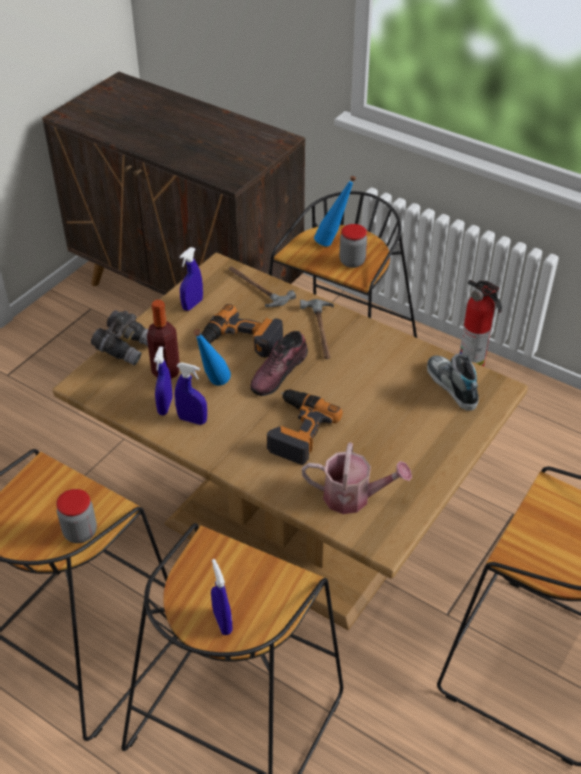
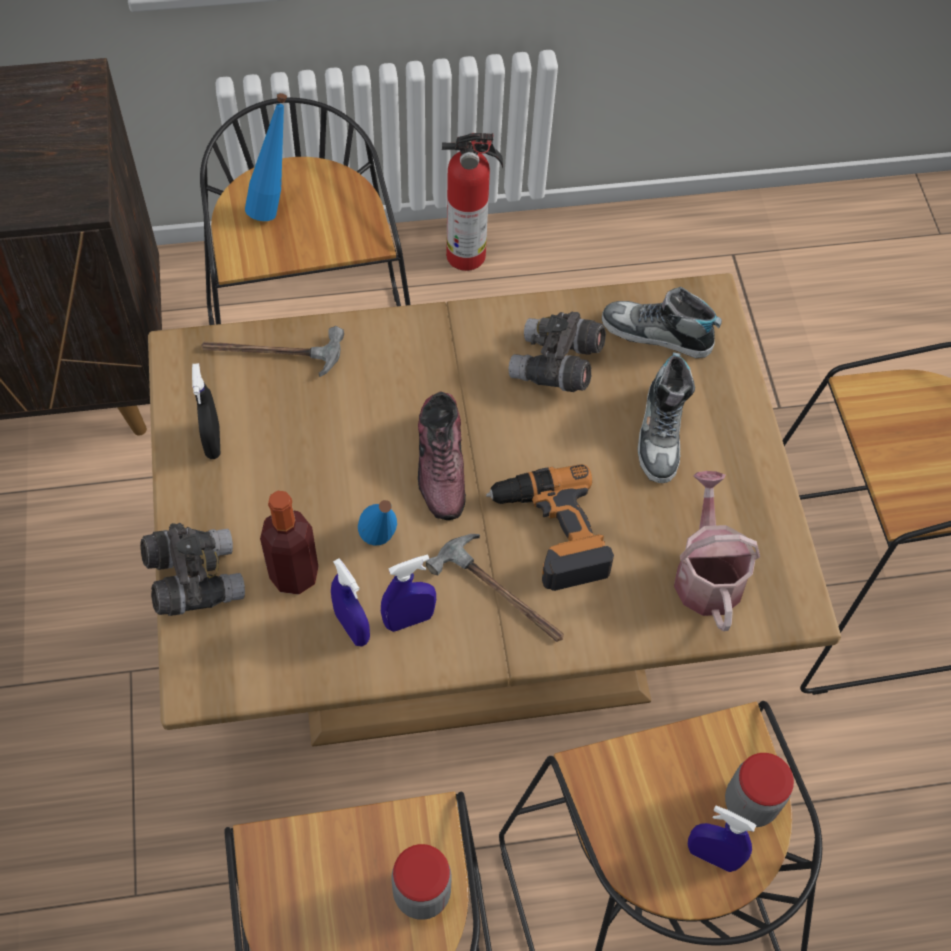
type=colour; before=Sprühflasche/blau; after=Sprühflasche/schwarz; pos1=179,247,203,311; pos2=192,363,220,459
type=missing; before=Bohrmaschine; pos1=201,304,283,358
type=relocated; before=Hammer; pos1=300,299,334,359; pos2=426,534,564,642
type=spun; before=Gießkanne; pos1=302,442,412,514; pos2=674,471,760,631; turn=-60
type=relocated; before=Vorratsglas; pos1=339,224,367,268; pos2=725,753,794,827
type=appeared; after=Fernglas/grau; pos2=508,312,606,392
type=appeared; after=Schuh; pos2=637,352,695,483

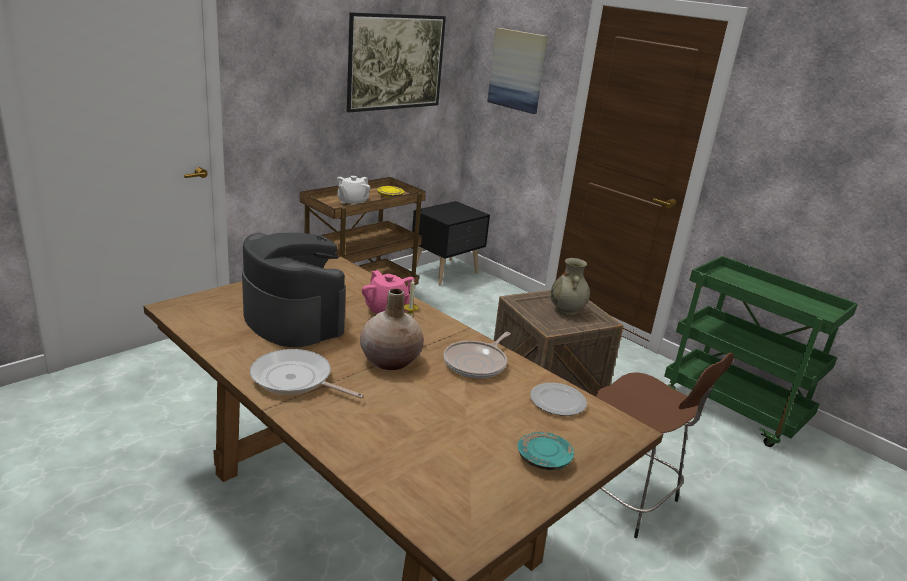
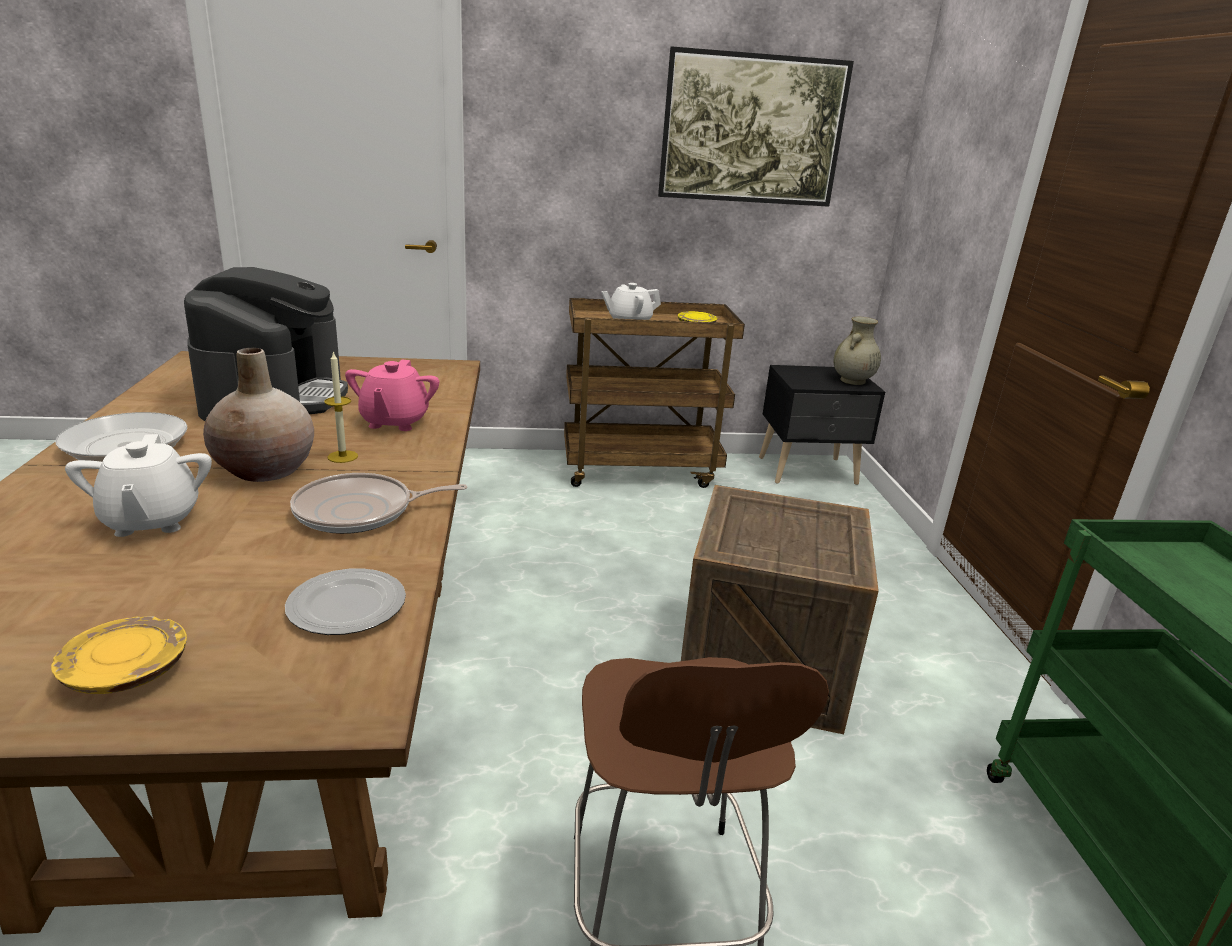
type=missing; before=Bild; pos1=487,28,548,114
type=colour; before=Teller/türkis; after=Teller/gelb; pos1=518,432,574,470; pos2=51,616,187,694
type=relocated; before=Vase/beige; pos1=551,258,590,315; pos2=833,317,881,385
type=appeared; after=Teekanne/weiß; pos2=65,434,212,537

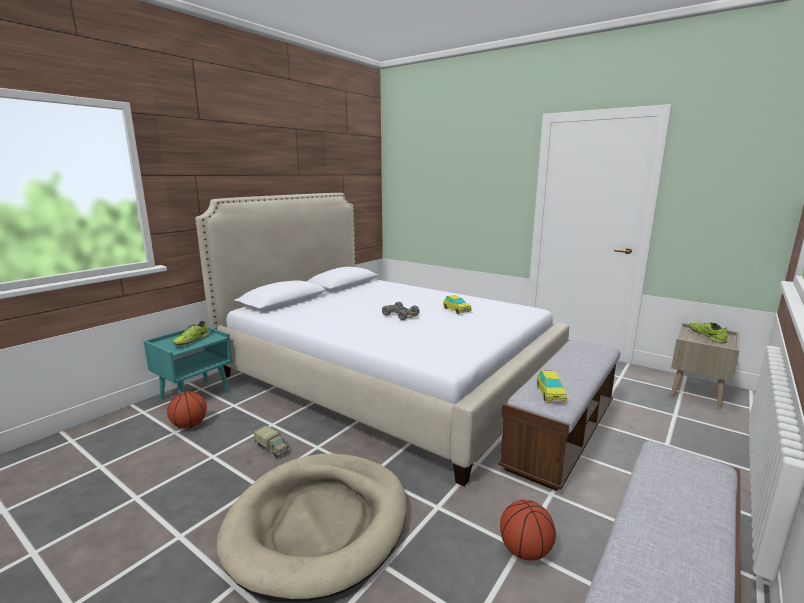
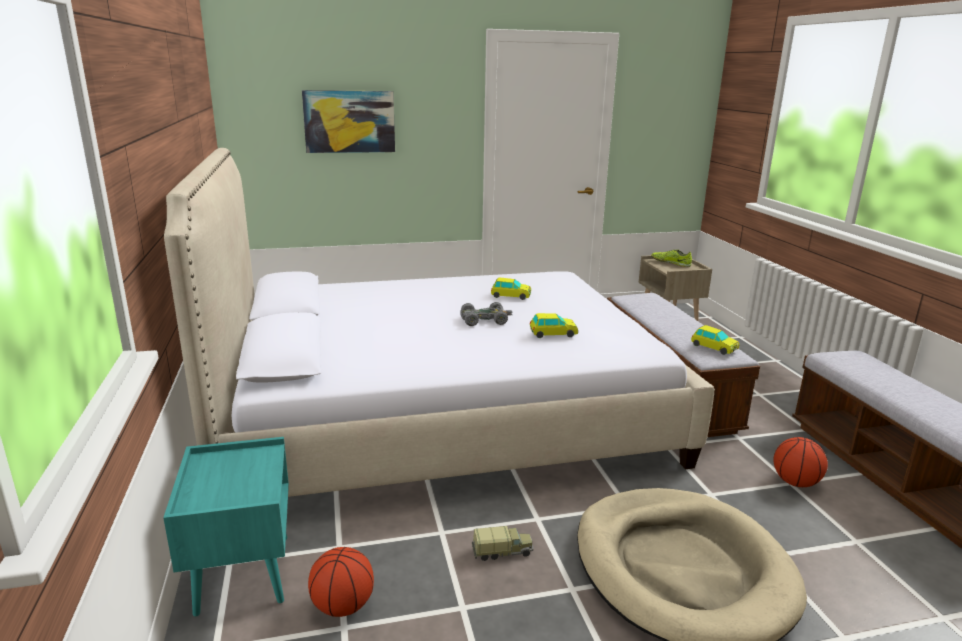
type=missing; before=Schuh; pos1=173,321,209,345
type=appeared; after=Bild; pos2=302,90,395,153
type=appeared; after=Spielzeugauto; pos2=530,313,578,338

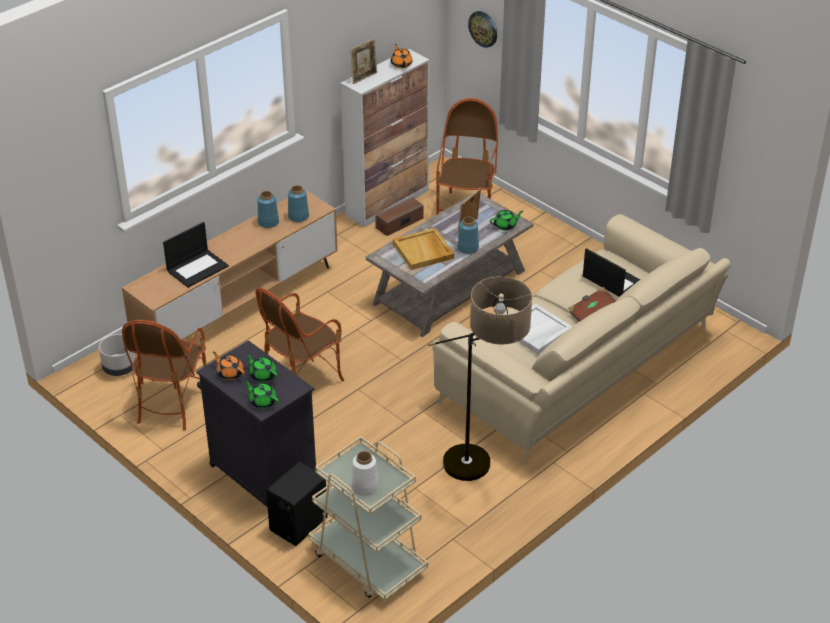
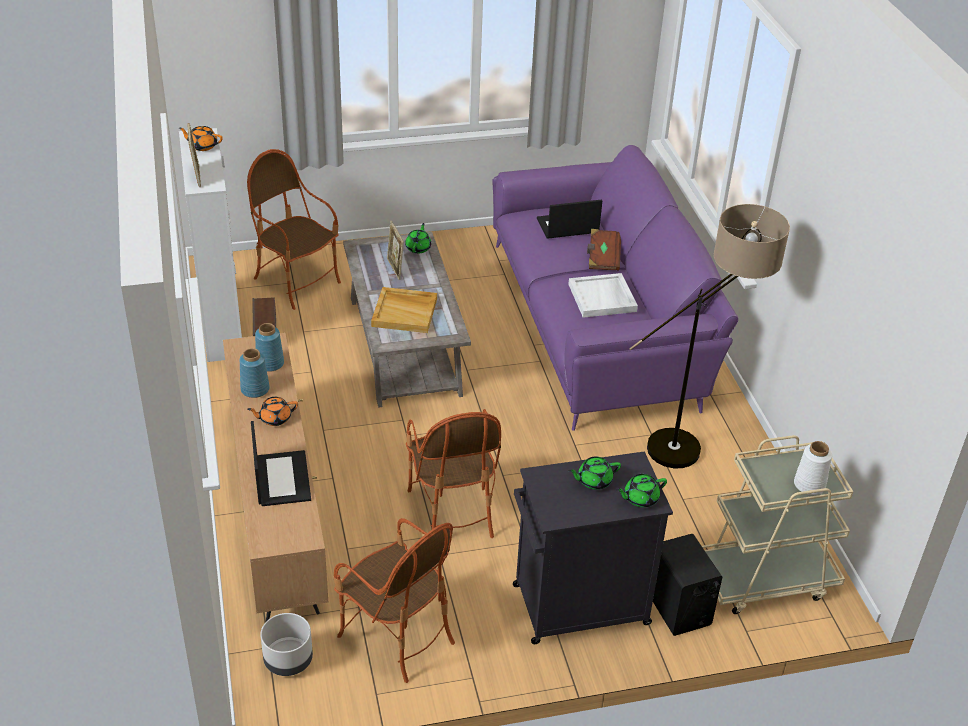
type=relocated; before=Teekanne/orange; pos1=213,352,245,380; pos2=247,397,298,426
type=colour; before=Sofa/beige; after=Sofa/lila; pos1=433,214,731,464; pos2=492,145,738,431
type=missing; before=Vase/blau; pos1=457,217,479,254
type=missing; before=Wanduhr; pos1=468,11,497,48

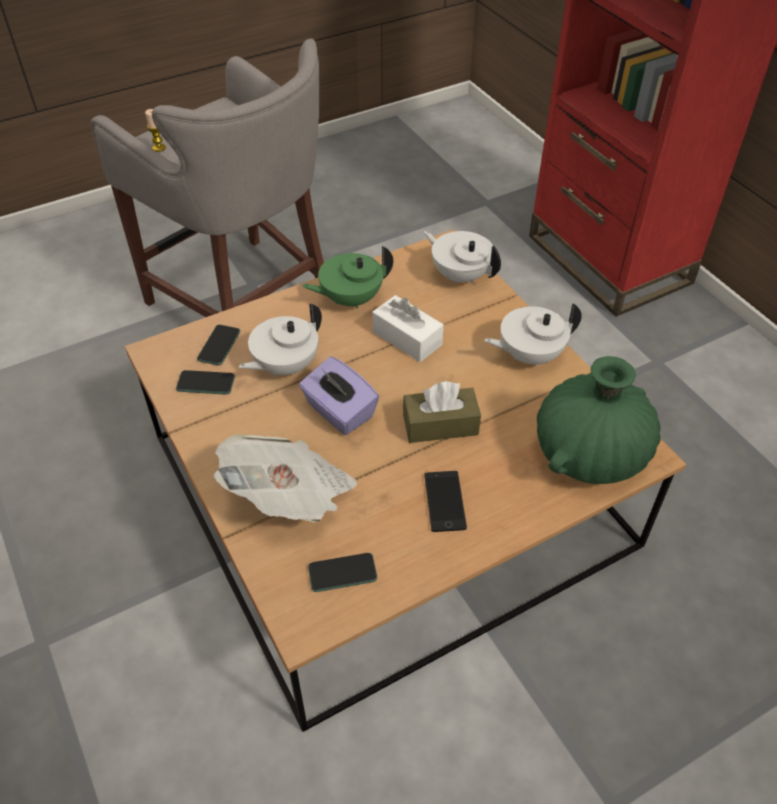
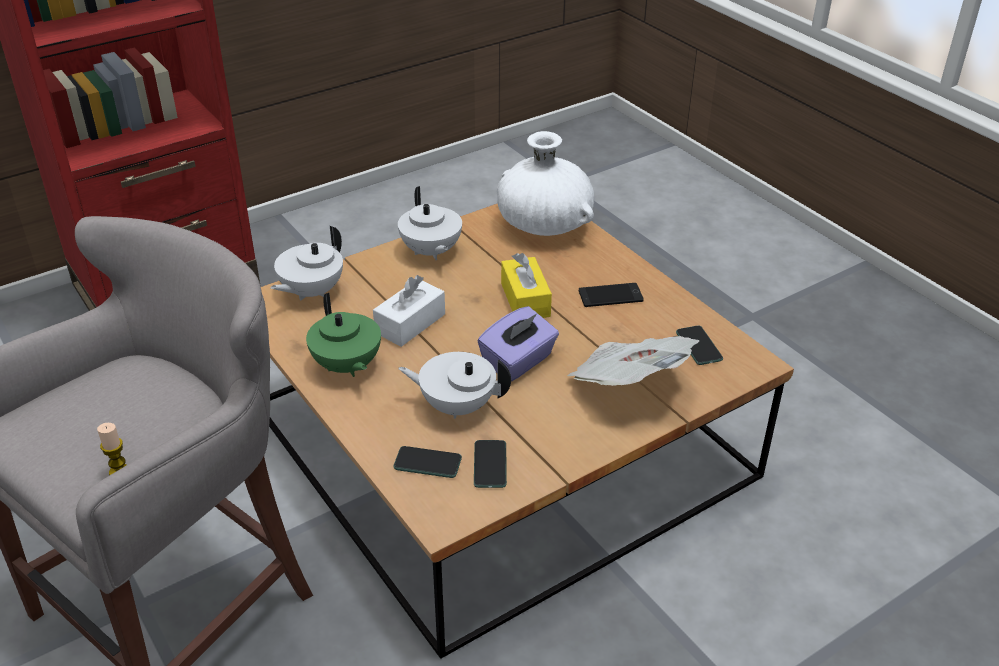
type=spun; before=Teekanne/weiß; pos1=239,303,322,375; pos2=398,352,511,419; turn=150
type=colour; before=Taschentuchbox/braun; after=Taschentuchbox/gelb; pos1=403,381,481,443; pos2=501,253,552,318
type=colour; before=Vase/grün; after=Vase/weiß; pos1=537,356,661,484; pos2=497,131,594,236

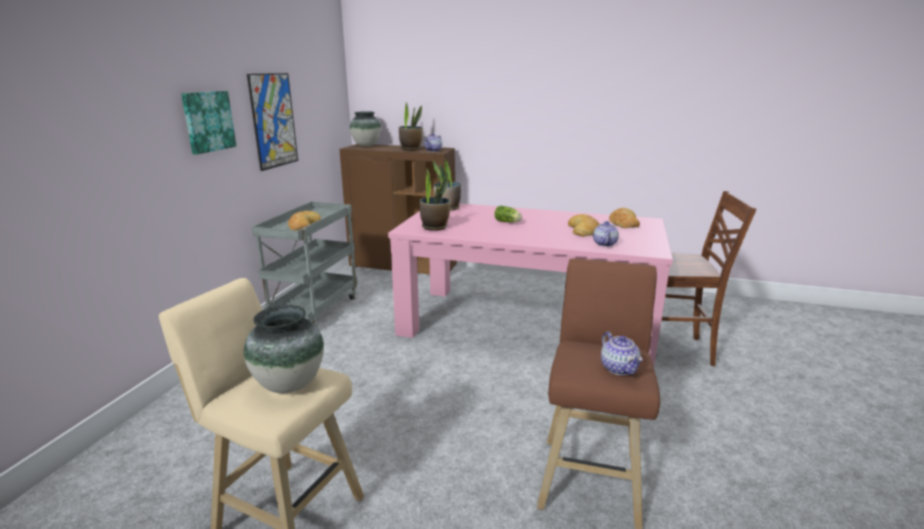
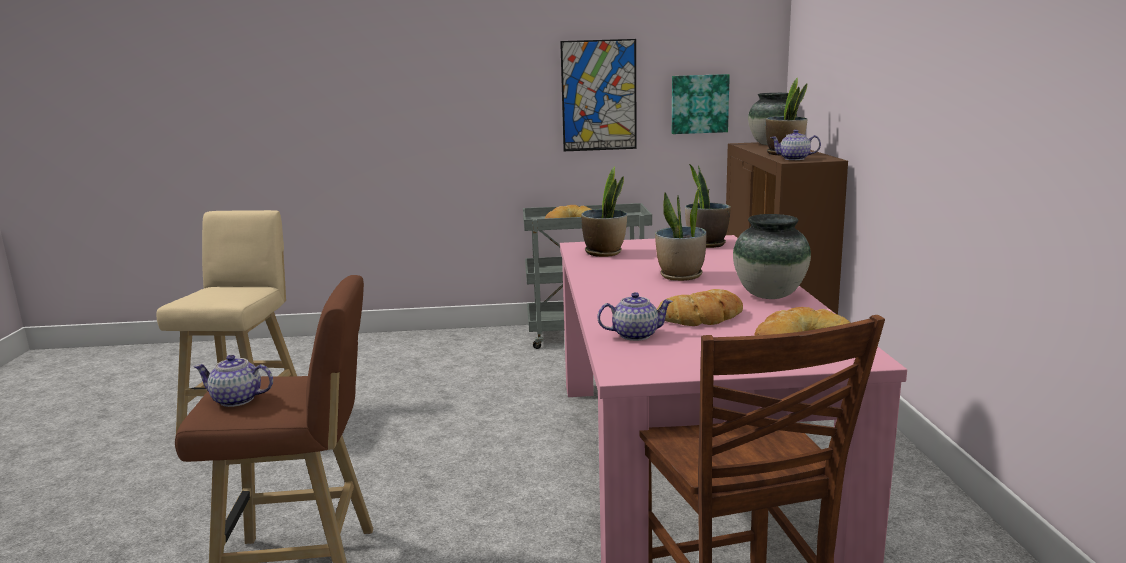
type=relocated; before=Bild; pos1=181,91,237,154; pos2=672,74,730,134
type=relocated; before=Vase; pos1=244,305,324,393; pos2=733,214,811,299
type=exchanged; before=Salatkopf; after=Topfpflanze; pos1=495,206,522,223; pos2=655,184,707,281
type=spun; before=Teekanne; pos1=601,331,643,375; pos2=194,355,273,407; turn=45

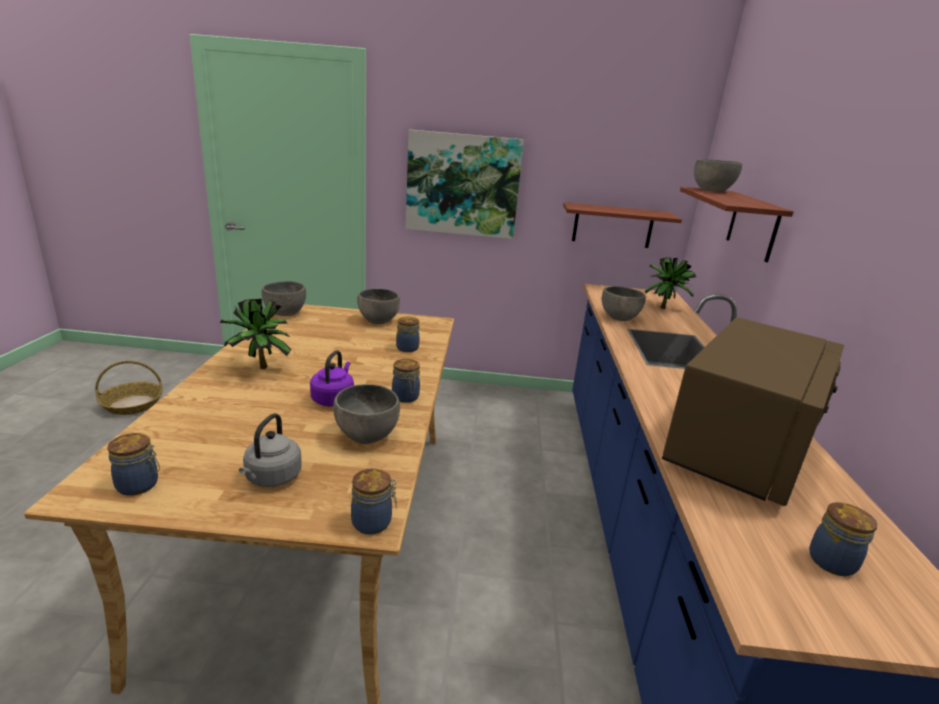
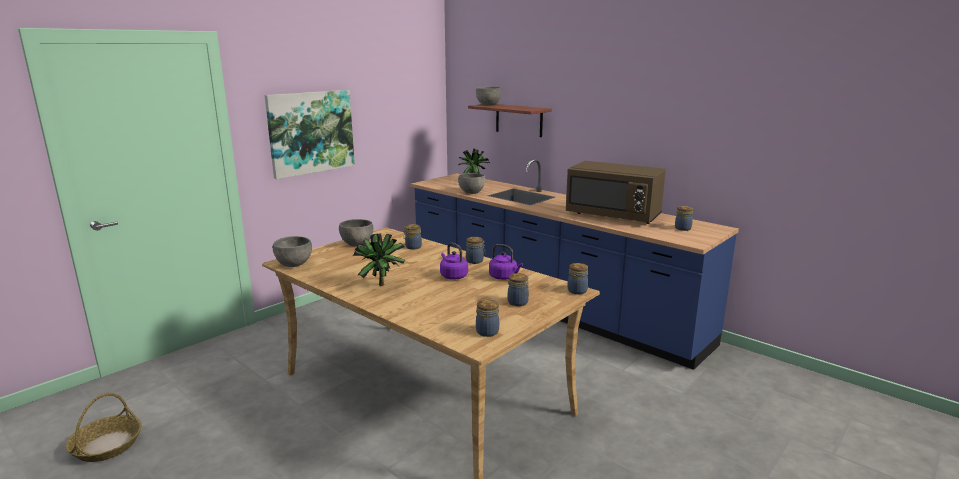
type=exchanged; before=Wasserkessel/grau; after=Vorratsglas; pos1=239,413,302,487; pos2=508,273,529,306
type=exchanged; before=Schüssel/grau; after=Wasserkessel/lila; pos1=333,384,400,444; pos2=489,244,523,280
type=missing; before=Wandregal; pos1=563,202,682,248
type=spun; before=Mikrowelle/braun; pos1=662,317,844,506; pos2=566,161,666,224; turn=135

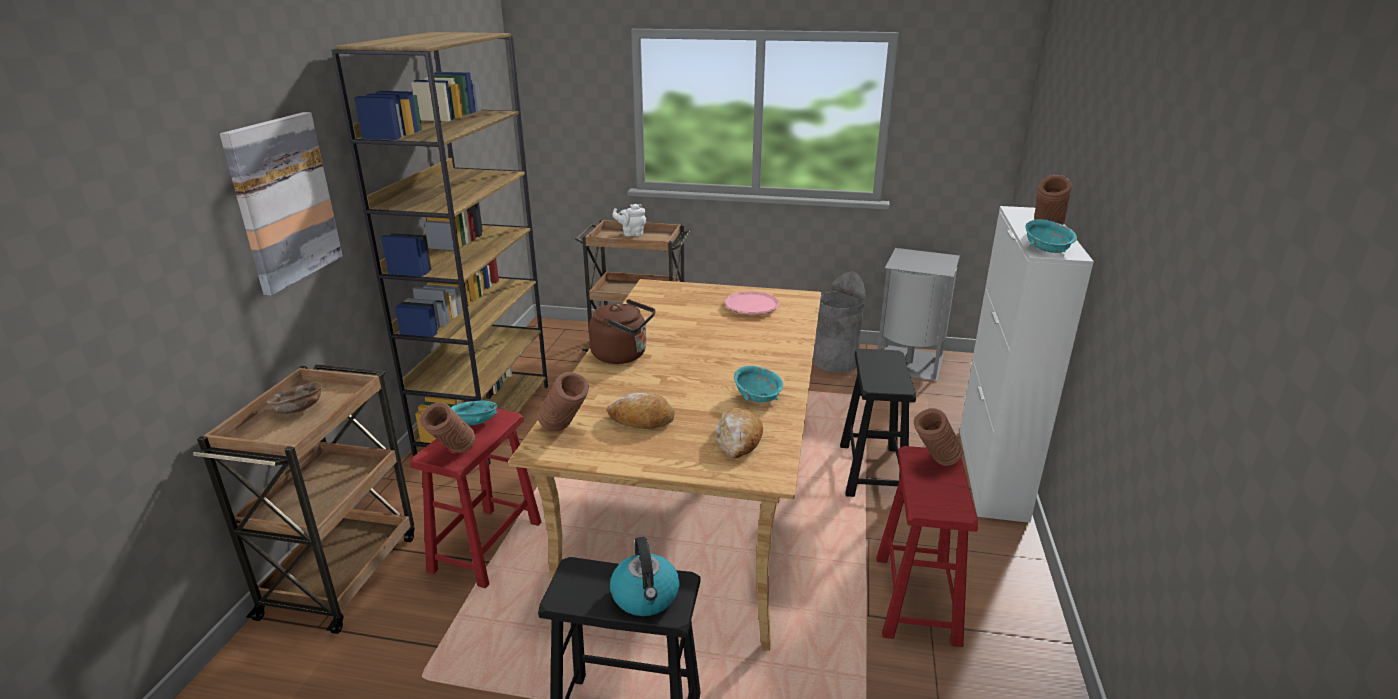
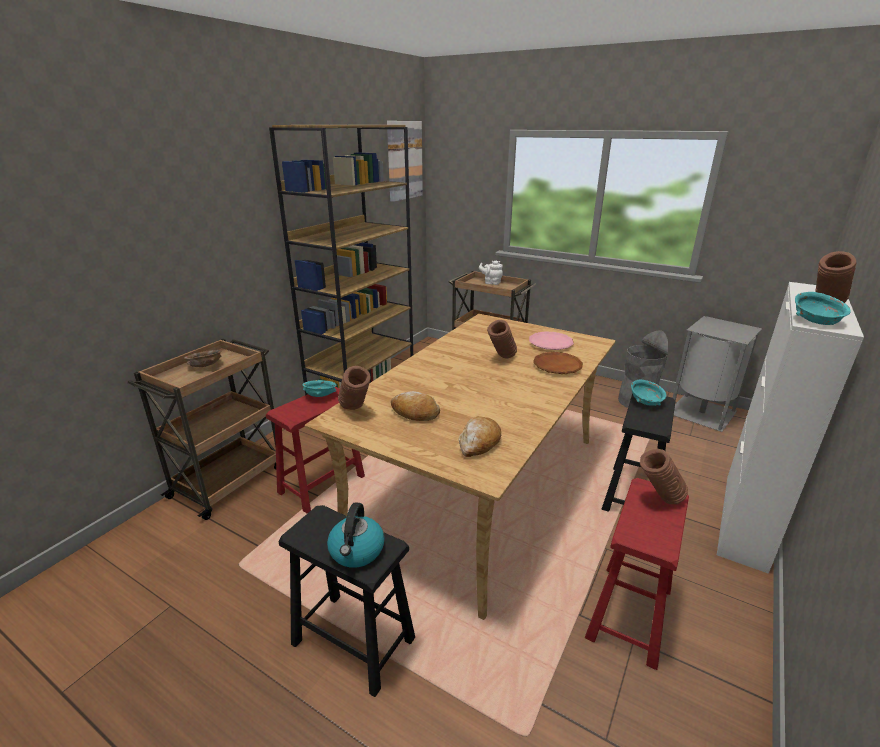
type=relocated; before=Bild; pos1=220,112,343,295; pos2=387,121,423,202
type=relocated; before=Vase/braun; pos1=420,402,475,453; pos2=487,320,517,358
type=missing; before=Wasserkessel/braun; pos1=589,299,655,364
type=relocated; before=Schüssel/türkis; pos1=734,366,783,403; pos2=631,380,667,406
type=appeared; after=Teller/braun; pos2=533,352,583,374

